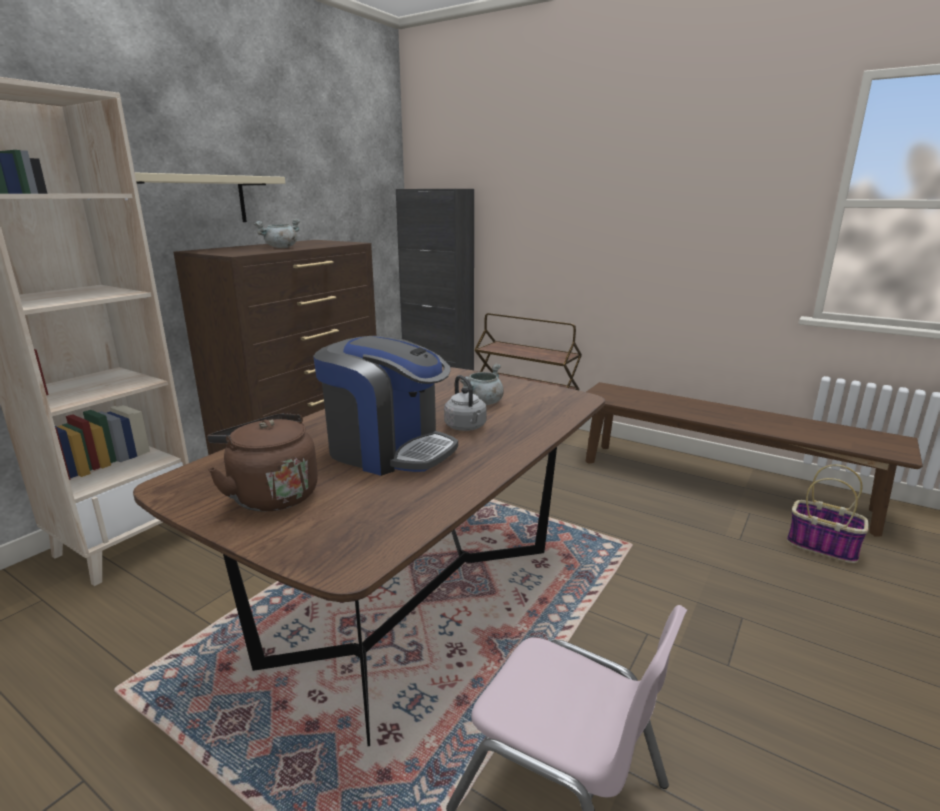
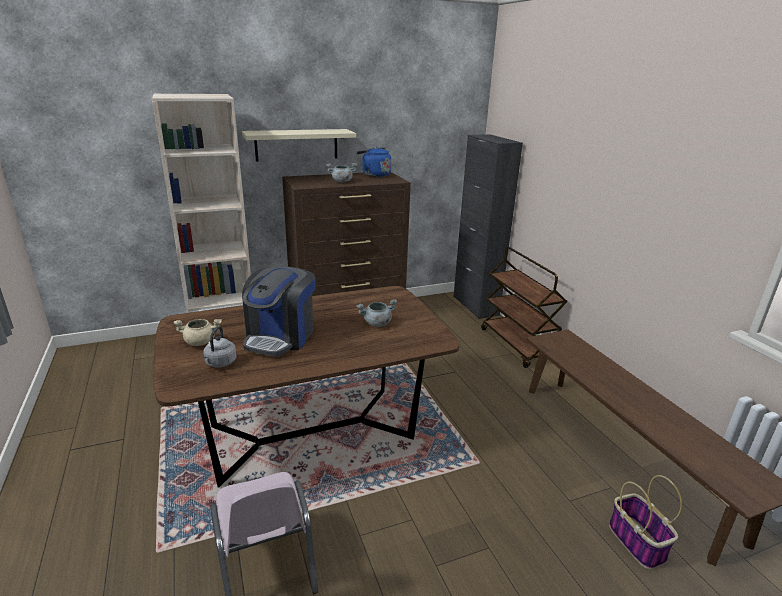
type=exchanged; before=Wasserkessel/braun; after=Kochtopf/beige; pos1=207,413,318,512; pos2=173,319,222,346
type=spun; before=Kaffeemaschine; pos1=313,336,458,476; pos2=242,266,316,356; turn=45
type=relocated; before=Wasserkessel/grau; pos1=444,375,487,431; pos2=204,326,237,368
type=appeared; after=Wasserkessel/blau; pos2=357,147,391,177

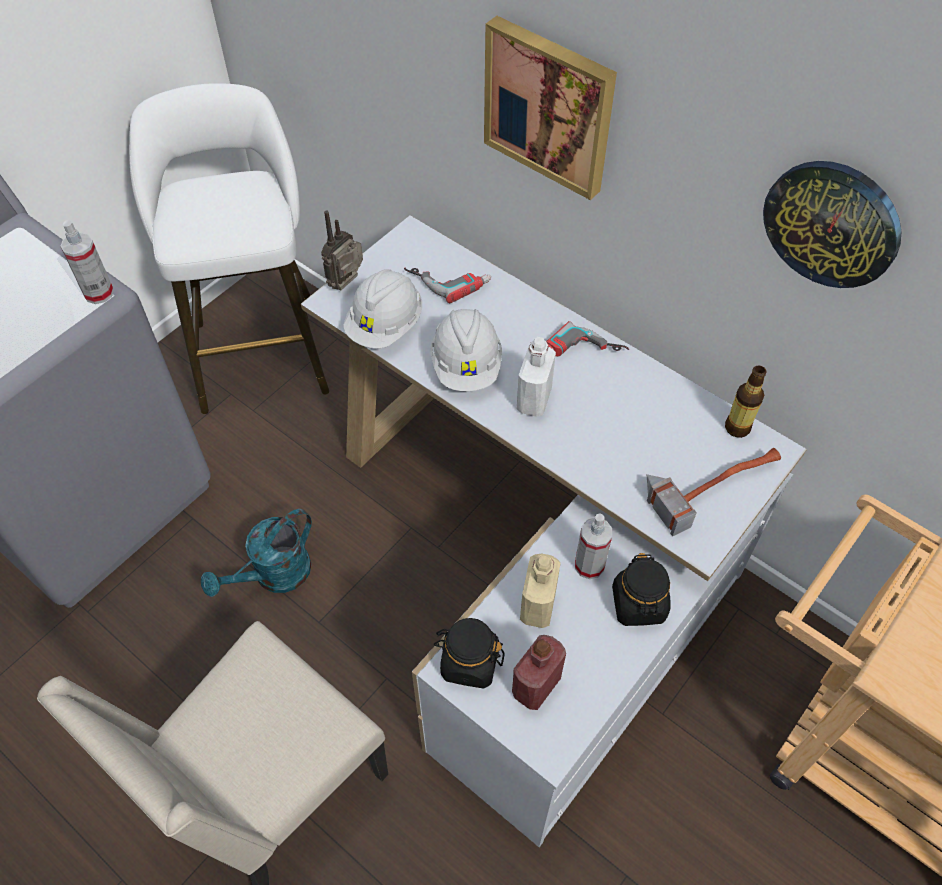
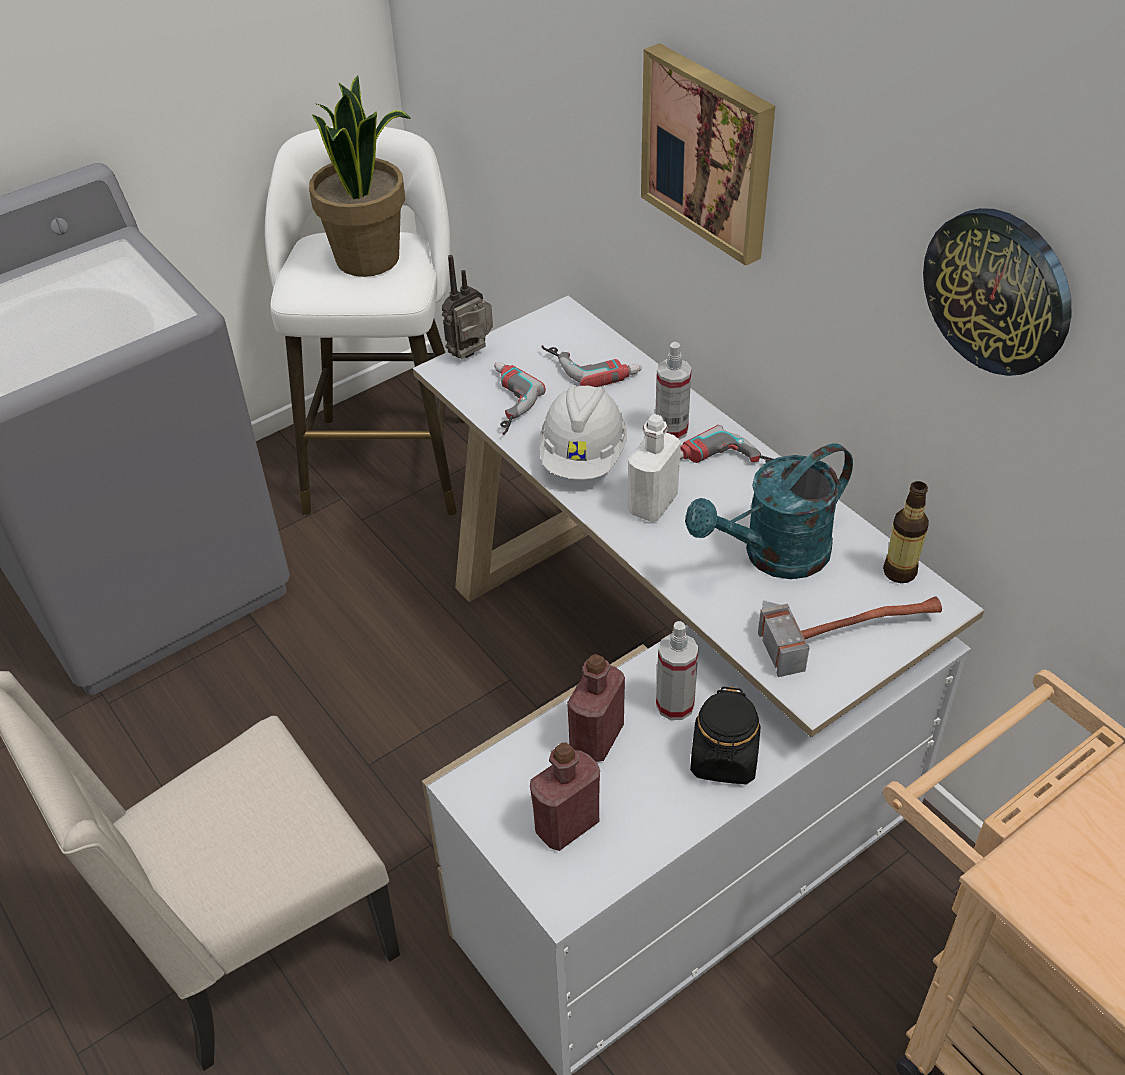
type=relocated; before=Sprühflasche; pos1=60,220,114,304; pos2=655,342,692,440
type=relocated; before=Gießkanne/türkis; pos1=201,509,312,597; pos2=685,443,853,579
type=exchanged; before=Schutzhelm/weiß; after=Bohrmaschine; pos1=343,269,422,349; pos2=494,362,546,435
type=missing; before=Vorratsglas/schwarz; pos1=434,618,505,689
type=colour; before=Flasche/beige; after=Flasche/rot; pos1=520,553,560,628; pos2=567,654,625,762
type=appeared; after=Topfpflanze; pos2=309,76,411,277

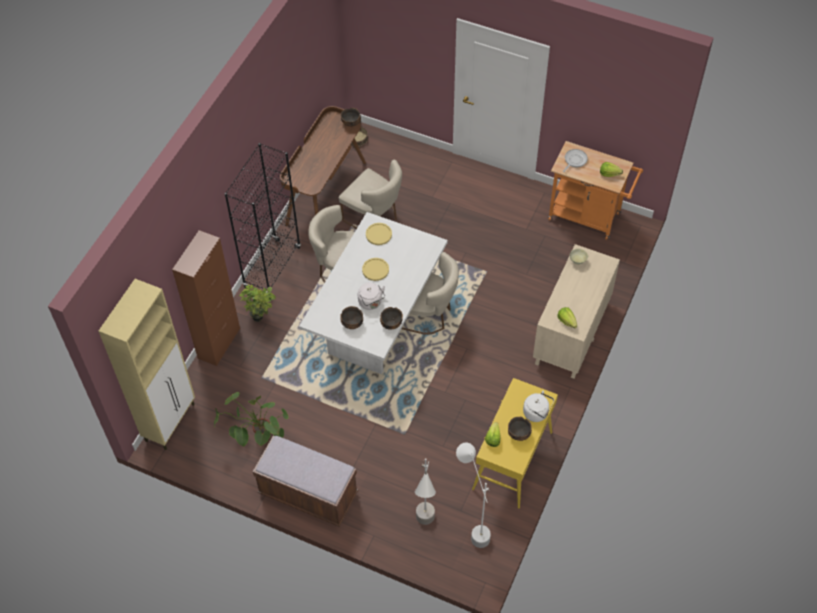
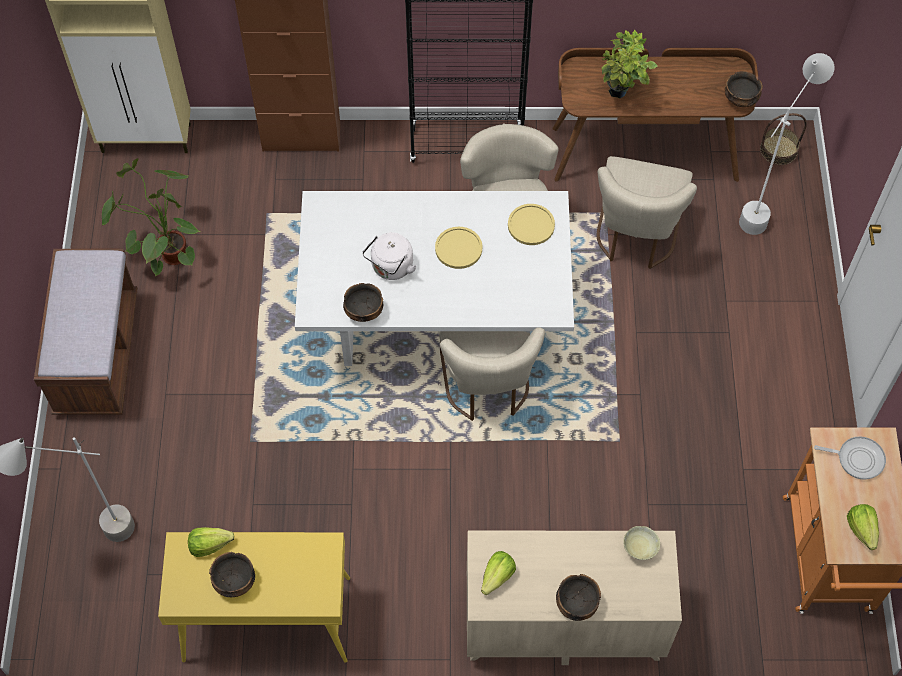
type=relocated; before=Topfpflanze; pos1=239,284,276,322; pos2=602,29,658,98
type=relocated; before=Schüssel; pos1=340,306,363,329; pos2=556,574,601,621
type=relocated; before=Stehlampe/weiß; pos1=456,443,491,548; pos2=739,53,834,235
type=missing; before=Wasserkessel/weiß; pos1=523,390,554,422

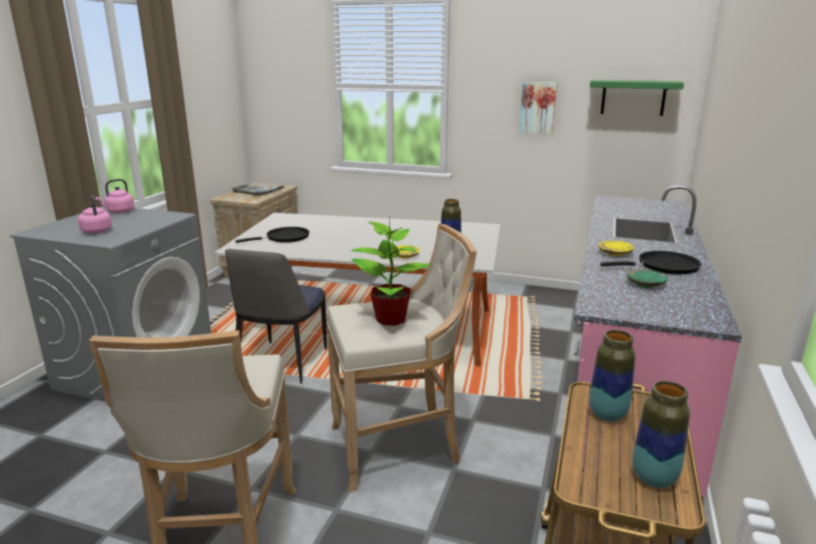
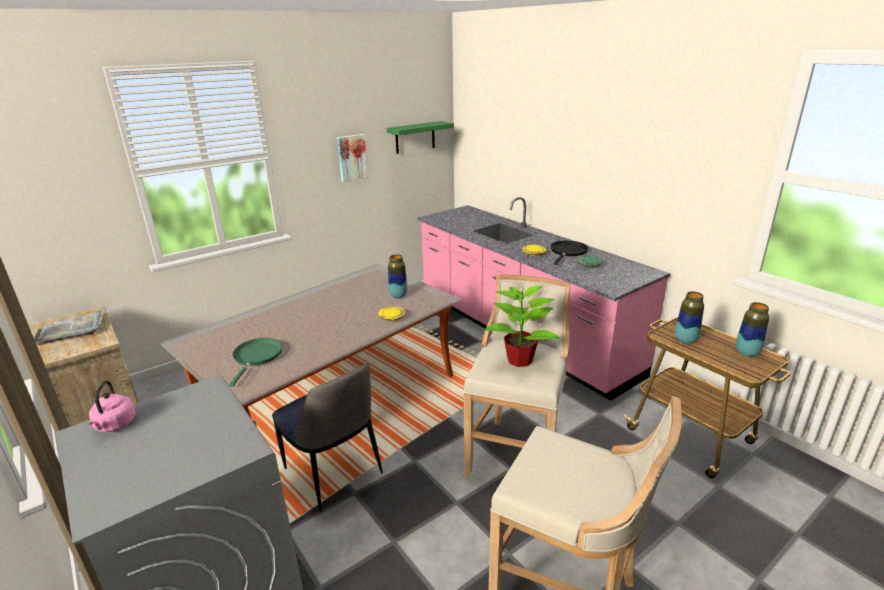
type=missing; before=Wasserkessel/rosa; pos1=78,195,112,233
type=colour; before=Pfanne/schwarz; after=Pfanne/grün; pos1=235,227,309,243; pos2=229,338,282,386

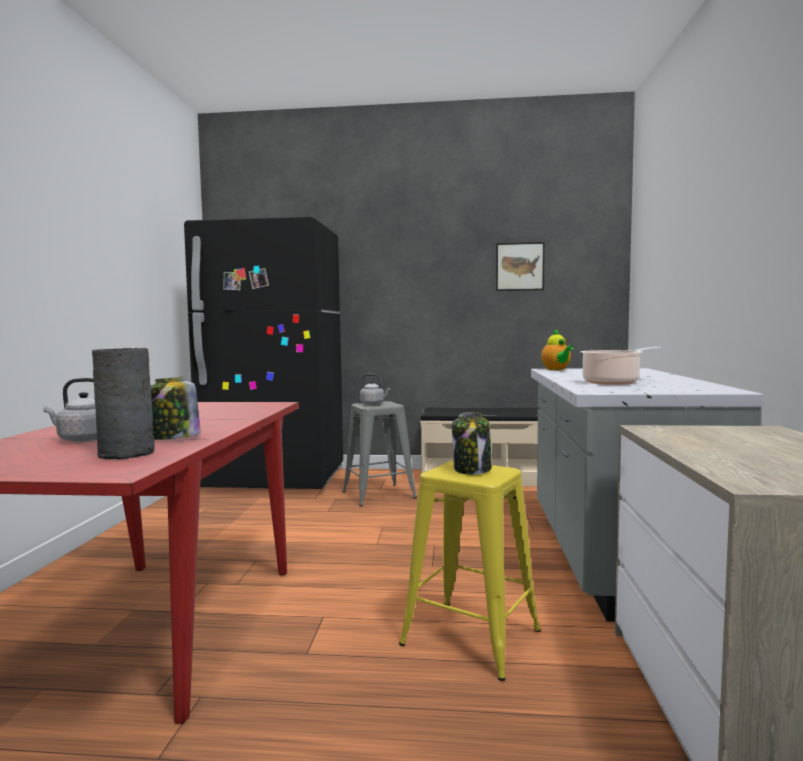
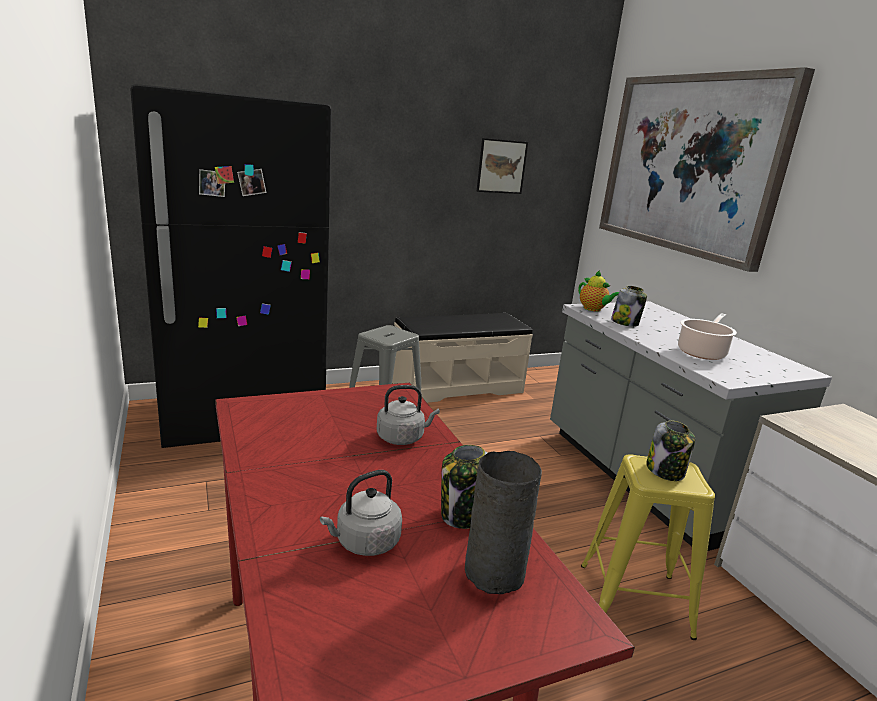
type=relocated; before=Wasserkessel/grau; pos1=360,374,390,405; pos2=377,385,440,445
type=appeared; after=Bild; pos2=599,67,815,272
type=appeared; after=Vorratsglas; pos2=611,286,647,327

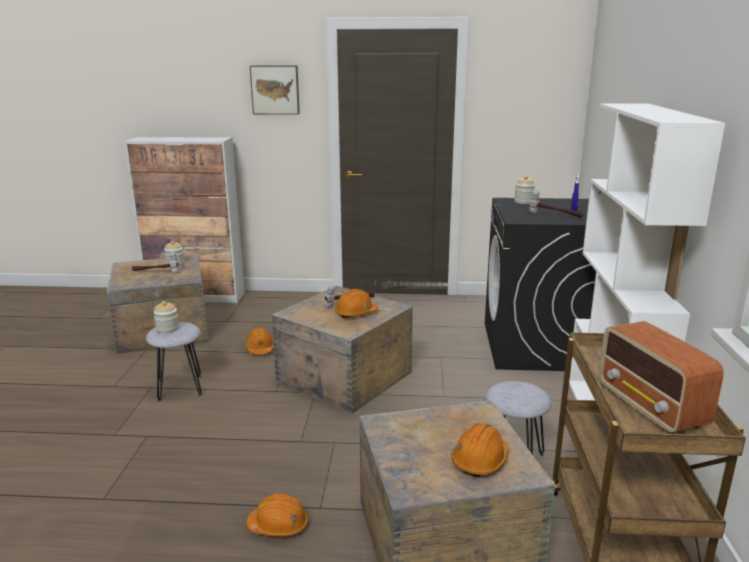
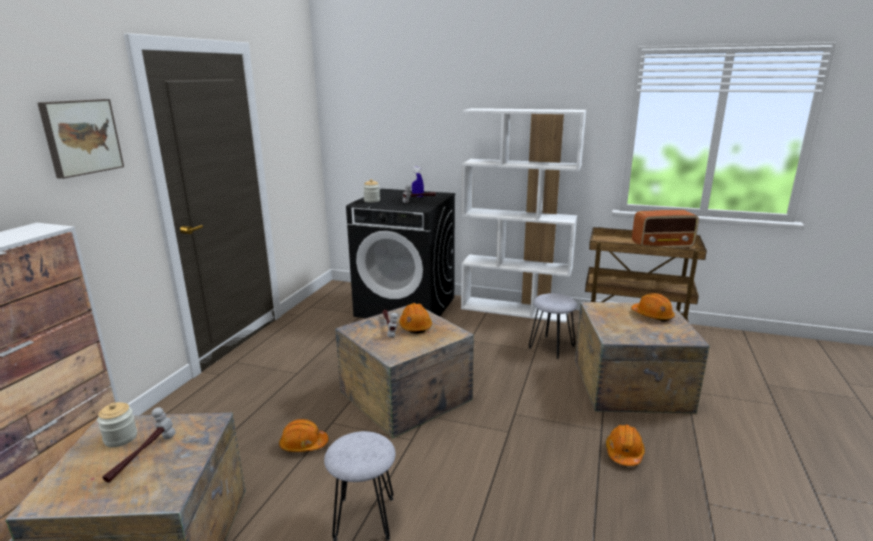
type=missing; before=Vorratsglas; pos1=153,301,179,334

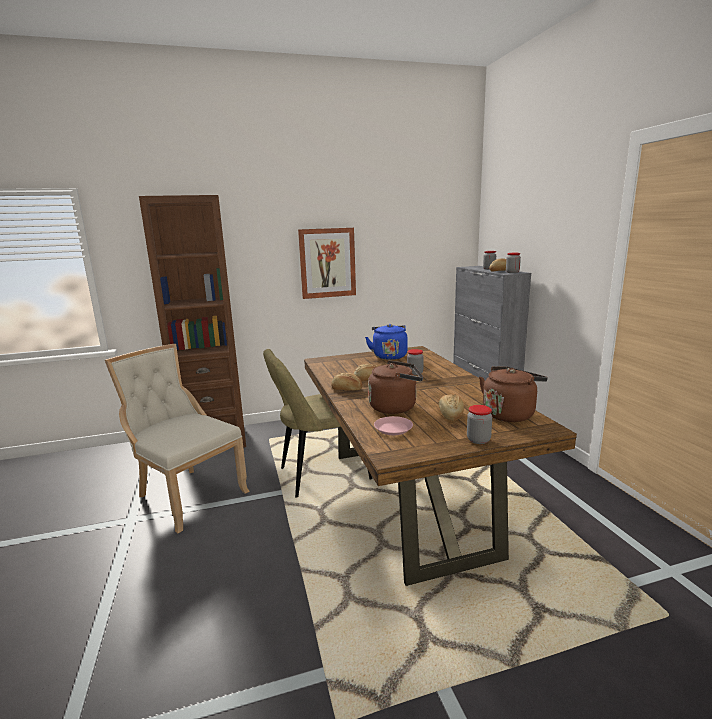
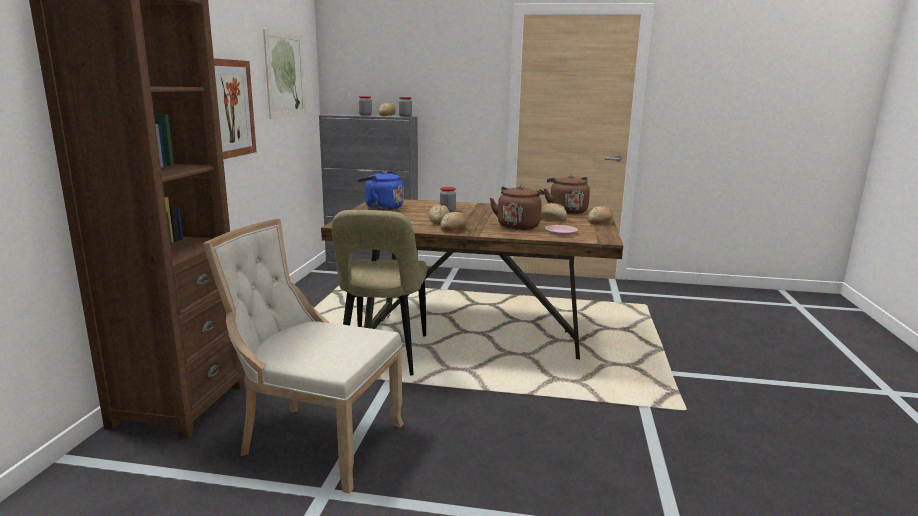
type=spun; before=Stuhl/beige; pos1=105,344,250,533; pos2=203,219,404,494; turn=45
type=exchanged; before=Vorratsglas; after=Brot; pos1=467,405,492,444; pos2=588,206,613,225
type=appeared; after=Bild; pos2=263,29,306,119

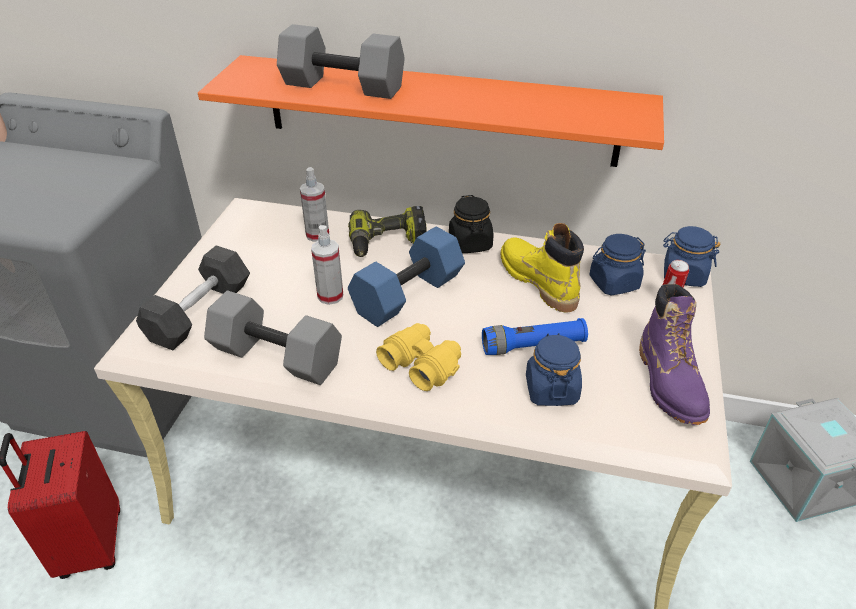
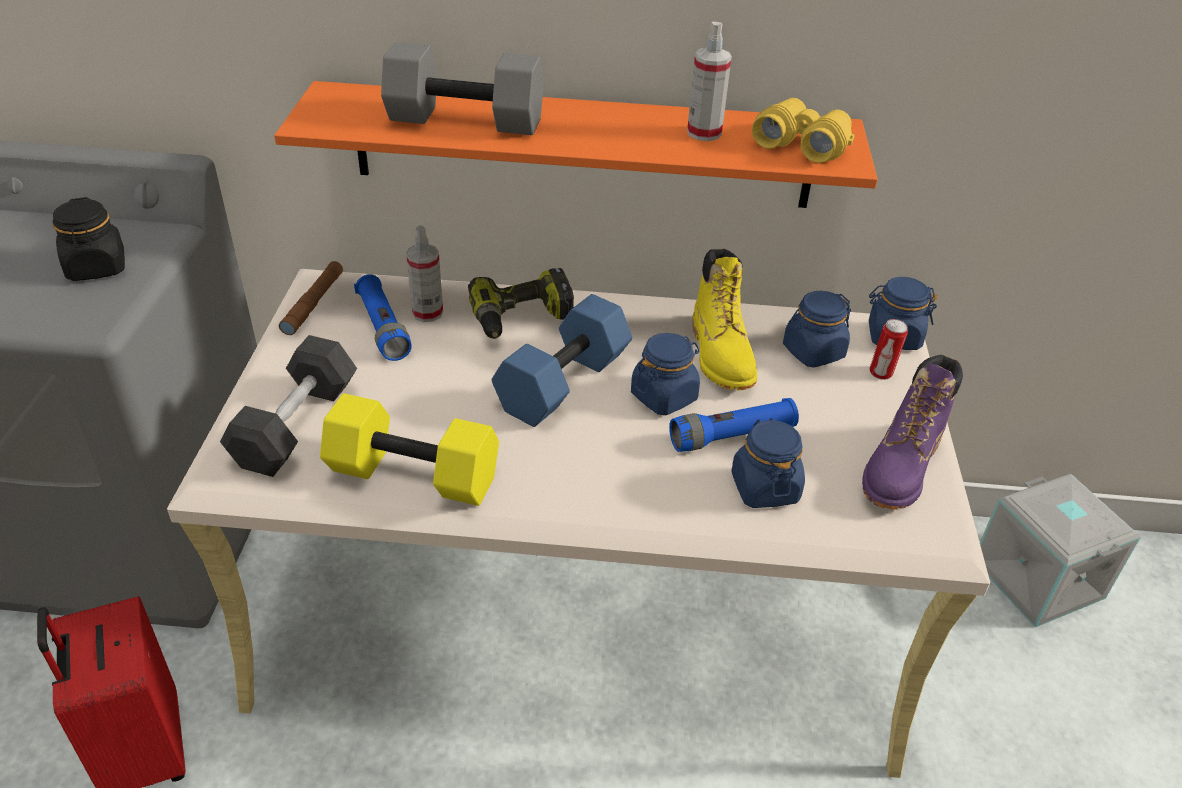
type=colour; before=Hantel/grau; after=Hantel/gelb; pos1=204,290,342,385; pos2=320,393,499,506
type=relocated; before=Sprühflasche; pos1=311,225,343,305; pos2=687,22,732,141
type=relocated; before=Fernglas/gelb; pos1=376,323,461,391; pos2=752,98,855,163
type=relocated; before=Vorratsglas/schwarz; pos1=449,195,493,253; pos2=53,197,125,281
type=spun; before=Stiefel/gelb; pos1=501,223,584,313; pos2=692,249,757,391; turn=-150
type=spun; before=Stiefel/lila; pos1=639,284,710,425; pos2=862,355,963,510; turn=45
type=appeared; after=Taschenlampe/braun; pos2=279,261,343,335
type=appeared; after=Taschenlampe/blau; pos2=354,274,412,361
type=appeared; after=Vorratsglas/blau; pos2=631,333,700,415

